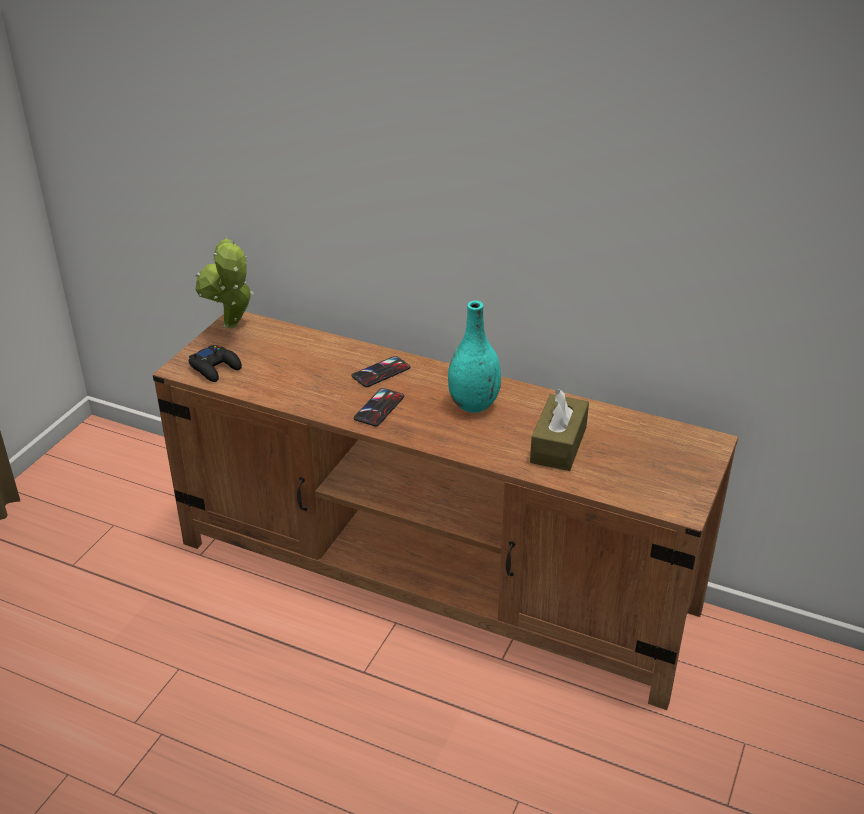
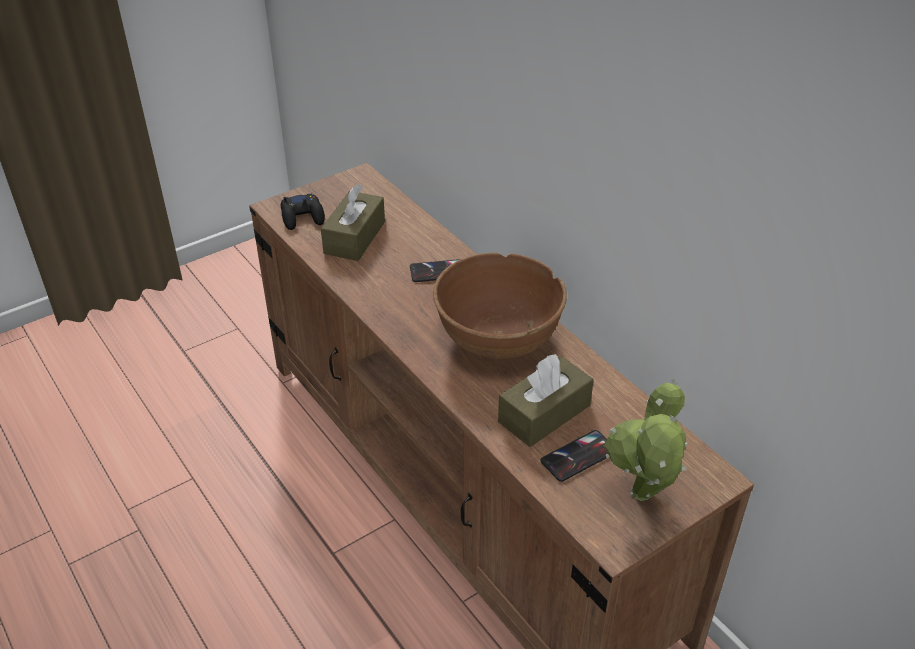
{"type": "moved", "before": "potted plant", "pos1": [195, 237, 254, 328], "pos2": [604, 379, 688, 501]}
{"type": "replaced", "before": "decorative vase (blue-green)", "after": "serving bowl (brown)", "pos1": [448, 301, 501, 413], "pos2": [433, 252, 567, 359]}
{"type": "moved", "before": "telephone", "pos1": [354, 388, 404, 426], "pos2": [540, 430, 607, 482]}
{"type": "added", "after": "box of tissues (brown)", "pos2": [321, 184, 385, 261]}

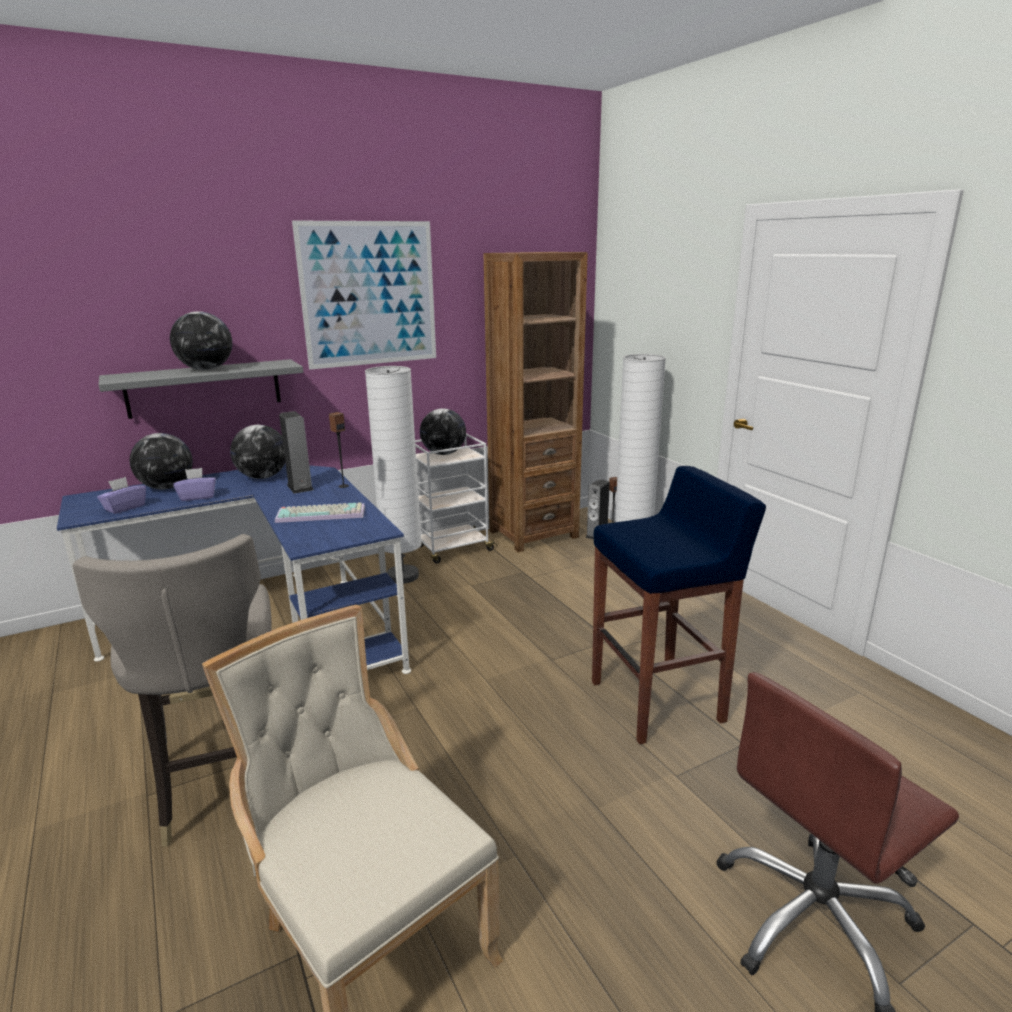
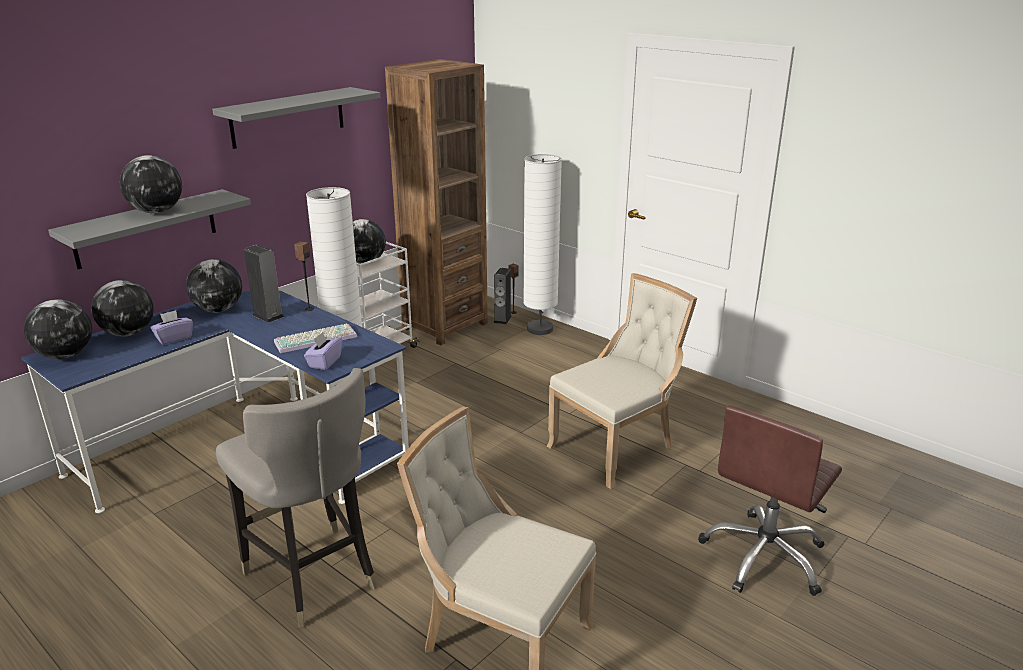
{"type": "replaced", "before": "wall art", "after": "wall shelf (grey)", "pos1": [292, 221, 436, 370], "pos2": [212, 87, 380, 149]}
{"type": "replaced", "before": "sitting stool (bluish)", "after": "upright chair (beige)", "pos1": [592, 466, 766, 744], "pos2": [547, 273, 697, 489]}
{"type": "moved", "before": "box of tissues (purple)", "pos1": [97, 477, 146, 514], "pos2": [304, 332, 342, 370]}
{"type": "added", "after": "desk globe", "pos2": [24, 299, 92, 359]}

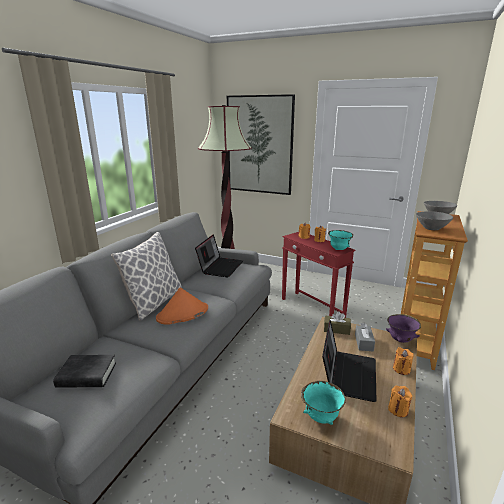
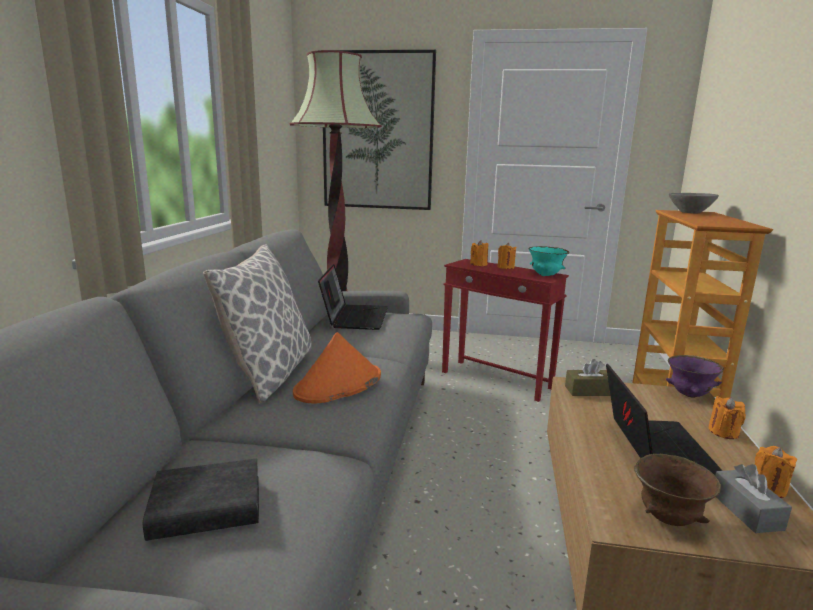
{"type": "removed", "before": "serving bowl (grey)", "pos1": [416, 211, 453, 230]}
{"type": "moved", "before": "box of tissues (grey)", "pos1": [355, 323, 375, 351], "pos2": [715, 464, 792, 533]}
{"type": "recoloured", "before": "serving bowl (blue-green)", "after": "serving bowl (brown)", "pos1": [301, 381, 346, 425], "pos2": [634, 454, 721, 526]}

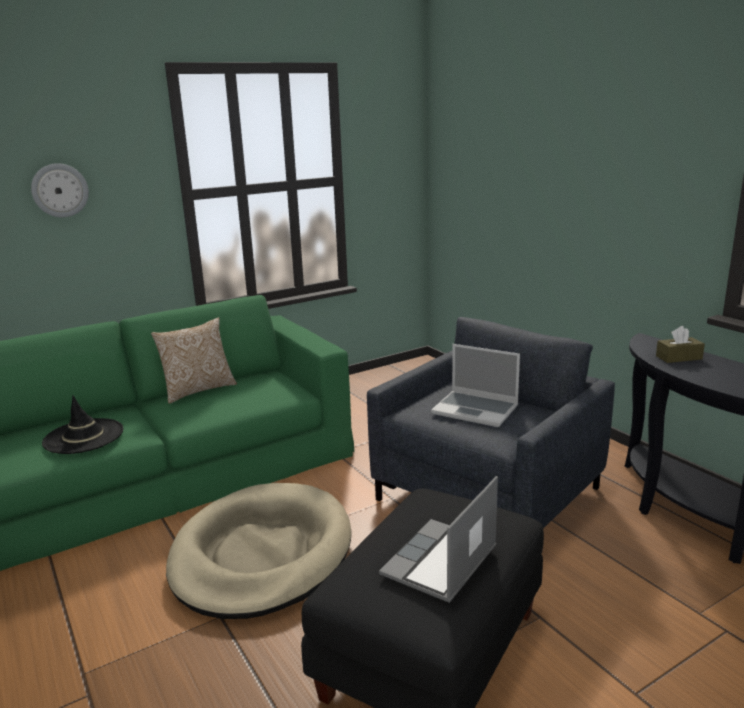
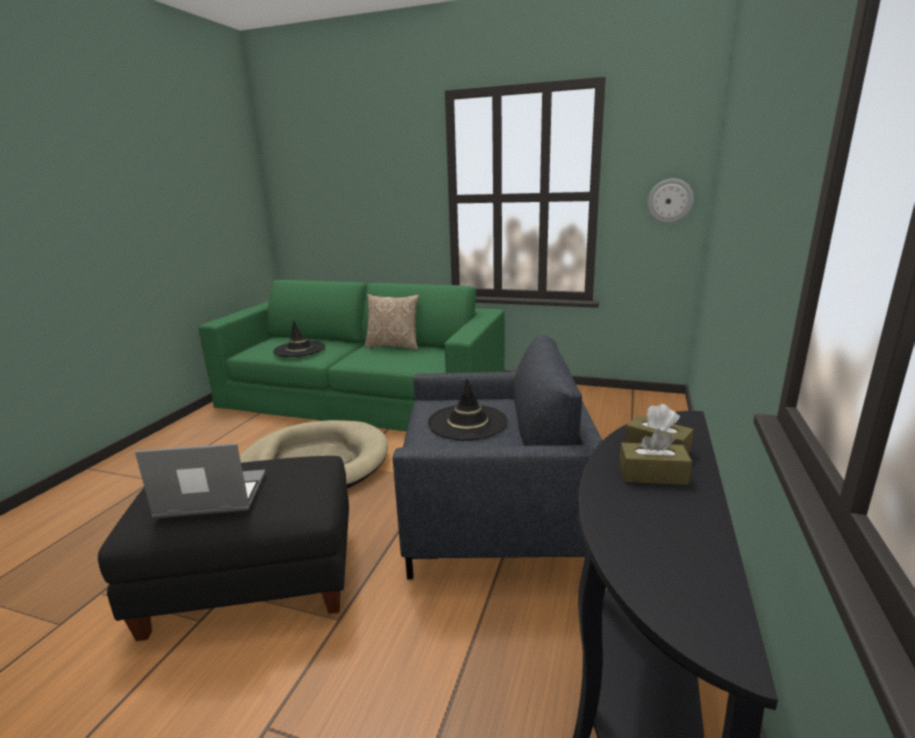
{"type": "moved", "before": "clock on the wall", "pos1": [31, 163, 89, 218], "pos2": [647, 178, 694, 224]}
{"type": "replaced", "before": "portable computer", "after": "hat (blackish)", "pos1": [431, 344, 520, 427], "pos2": [428, 379, 508, 441]}
{"type": "added", "after": "box of tissues (brown)", "pos2": [619, 429, 692, 485]}

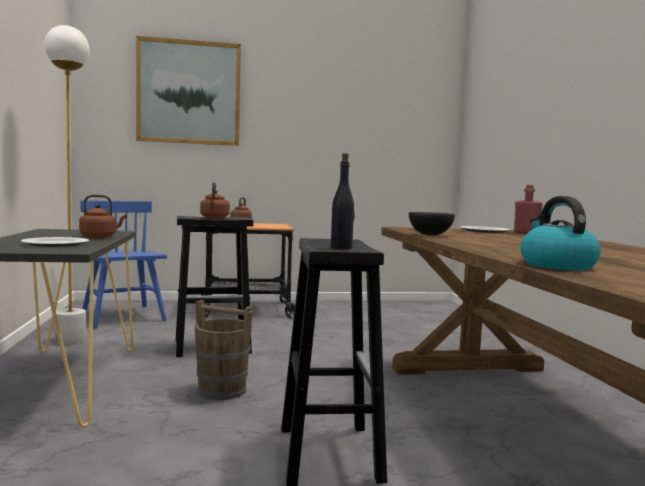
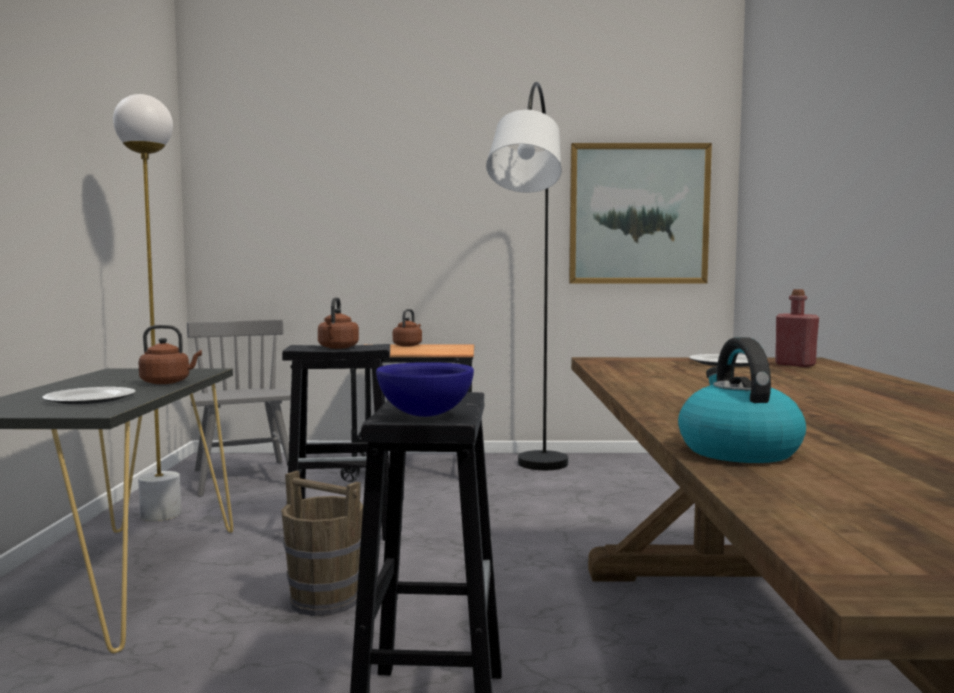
{"type": "moved", "before": "wall art", "pos1": [136, 36, 241, 146], "pos2": [569, 143, 712, 284]}
{"type": "replaced", "before": "beverage bottle (blackish)", "after": "serving bowl (bluish)", "pos1": [331, 153, 355, 249], "pos2": [376, 362, 474, 417]}
{"type": "recoloured", "before": "upright chair (bluish)", "after": "upright chair (grey)", "pos1": [80, 200, 167, 329], "pos2": [187, 320, 291, 497]}
{"type": "removed", "before": "serving bowl (blackish)", "pos1": [409, 212, 455, 236]}
{"type": "added", "after": "floor lamp (grey)", "pos2": [486, 82, 568, 470]}

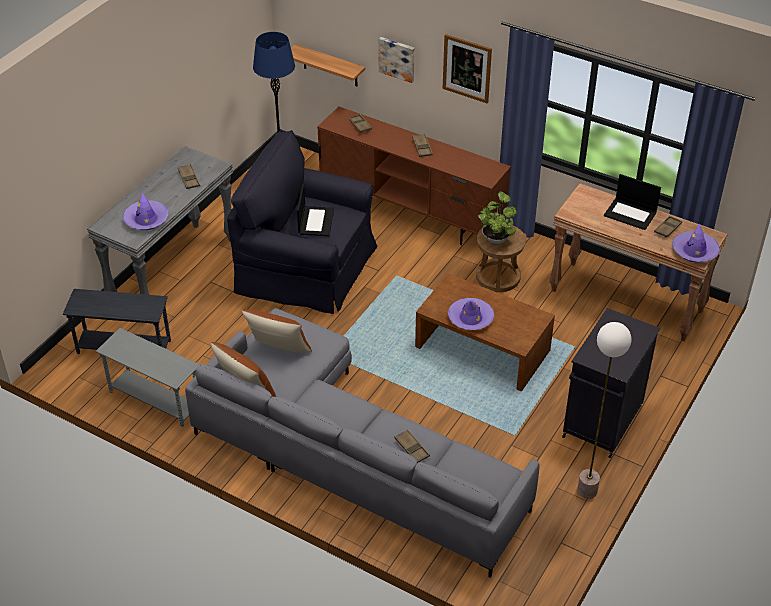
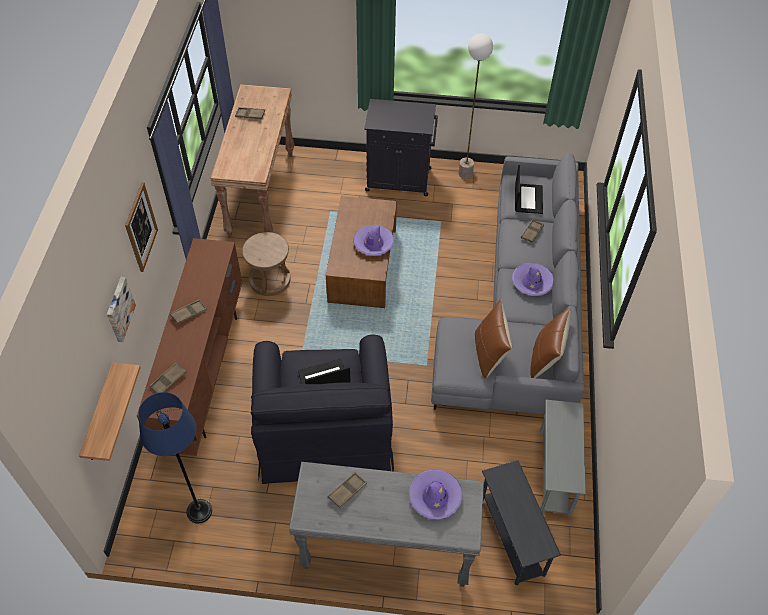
{"type": "moved", "before": "portable computer", "pos1": [604, 174, 661, 230], "pos2": [515, 165, 543, 214]}
{"type": "removed", "before": "potted plant", "pos1": [478, 191, 517, 244]}
{"type": "moved", "before": "hat (purple)", "pos1": [672, 223, 720, 263], "pos2": [512, 263, 553, 296]}

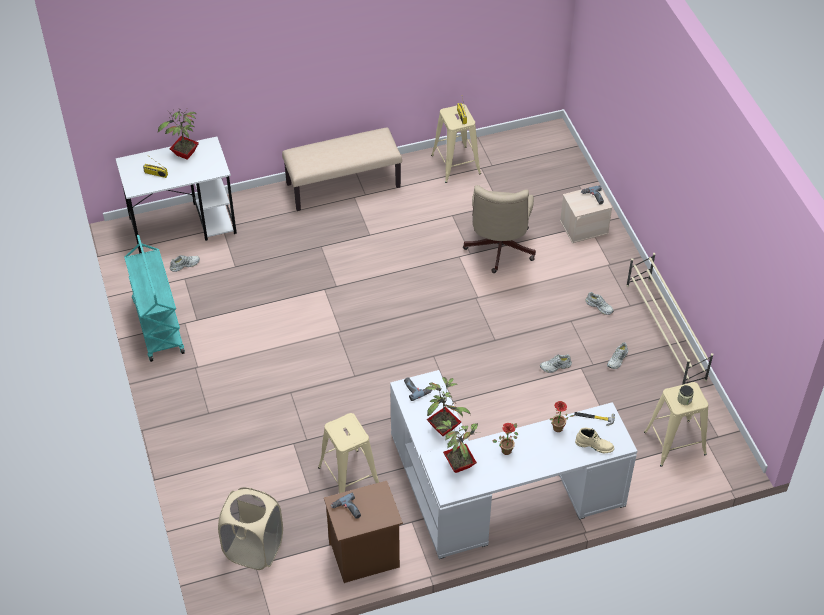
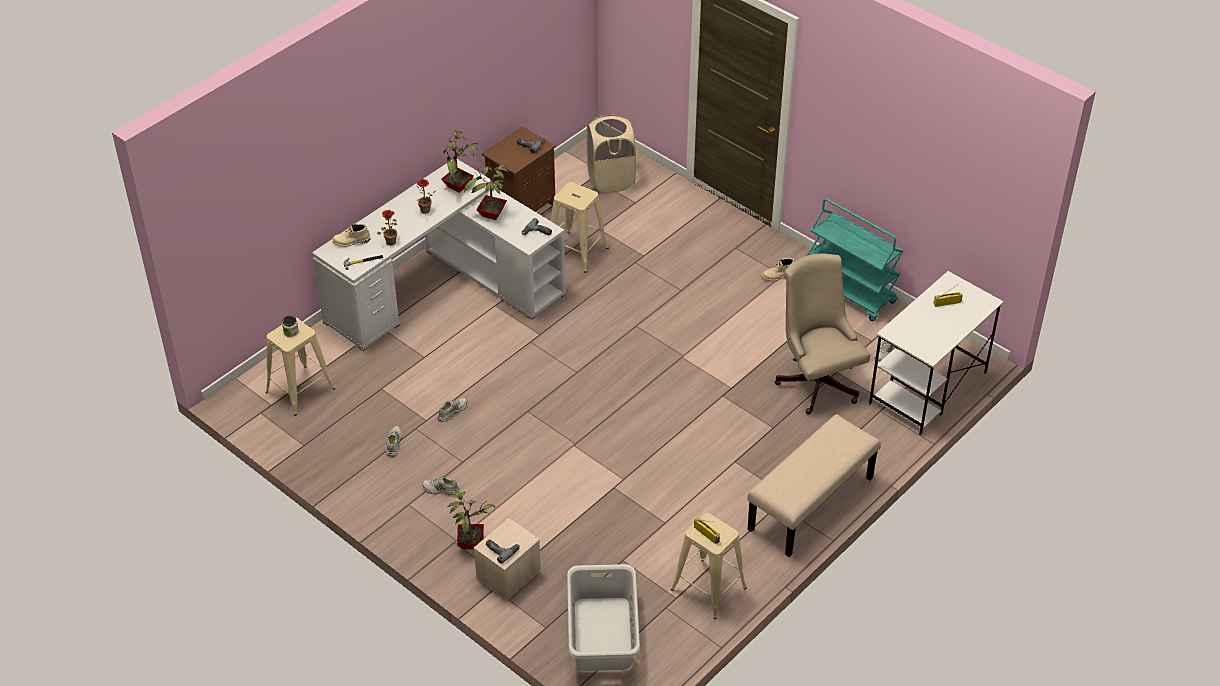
{"type": "moved", "before": "potted plant", "pos1": [158, 109, 199, 159], "pos2": [448, 490, 495, 549]}
{"type": "moved", "before": "computer chair (beige)", "pos1": [463, 185, 536, 273], "pos2": [775, 254, 871, 414]}
{"type": "removed", "before": "shoe rack (beige)", "pos1": [626, 253, 713, 385]}
{"type": "added", "after": "tall boot (beige)", "pos2": [761, 258, 794, 281]}
{"type": "added", "after": "washing basket (grey)", "pos2": [567, 564, 640, 671]}

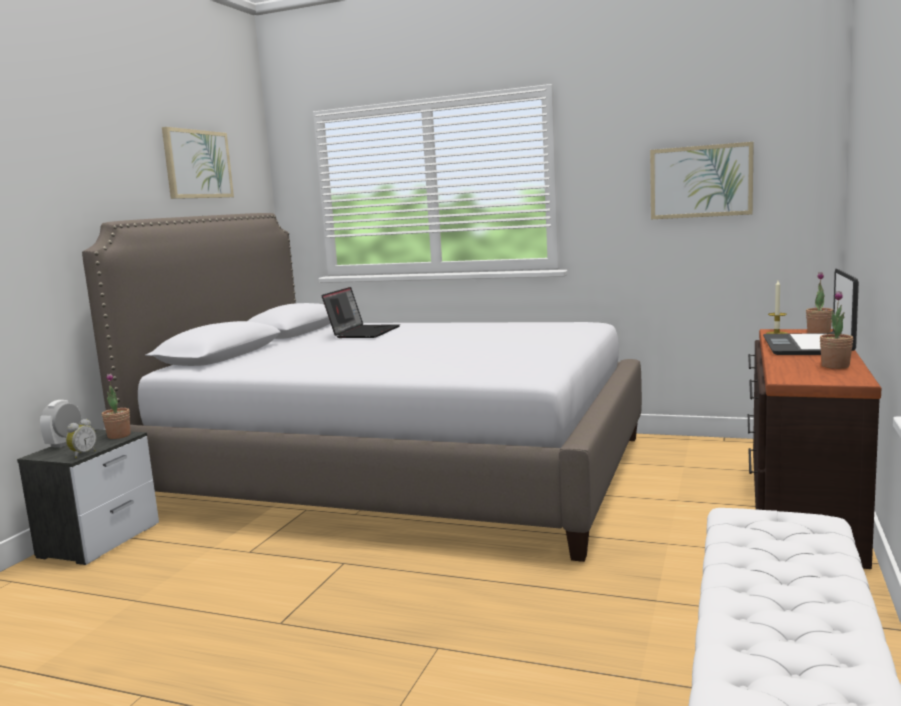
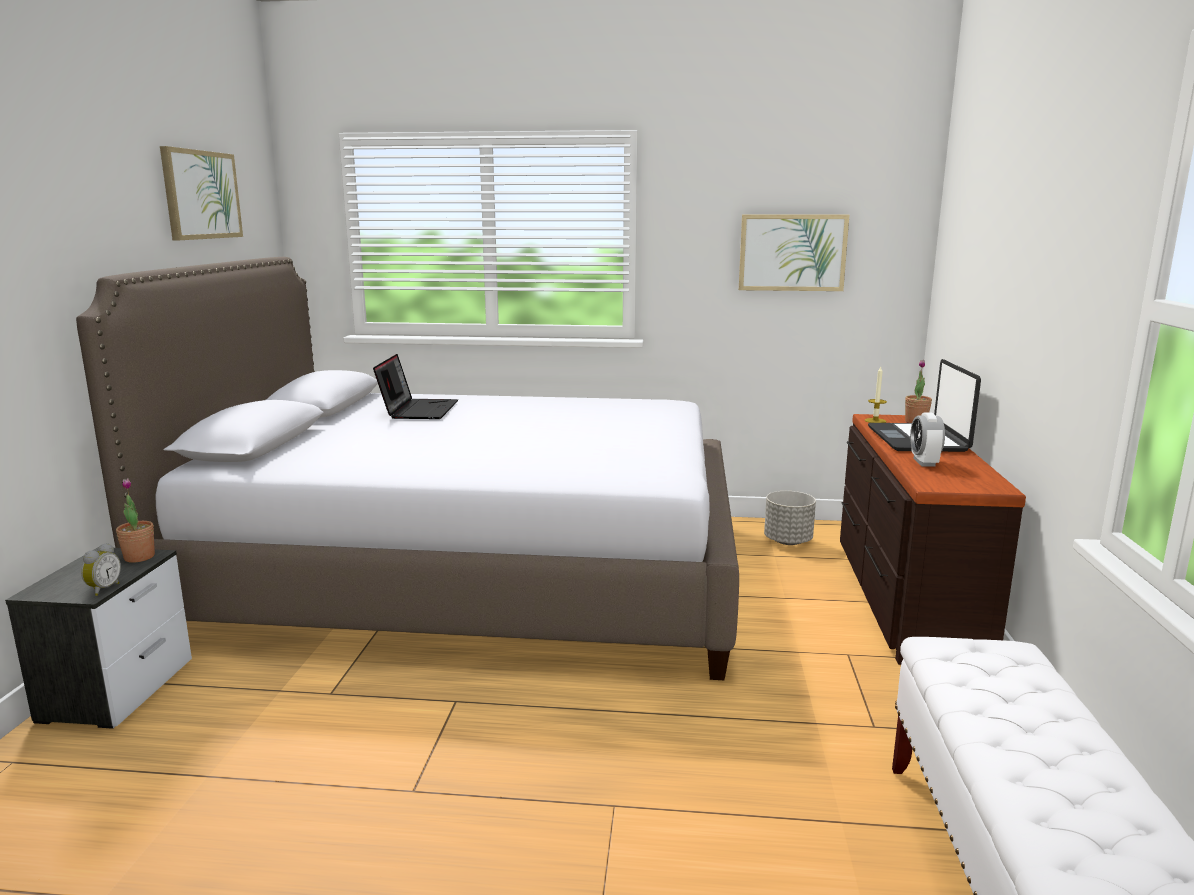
{"type": "removed", "before": "potted plant", "pos1": [820, 291, 853, 369]}
{"type": "moved", "before": "bedside clock", "pos1": [40, 400, 82, 448], "pos2": [910, 412, 945, 467]}
{"type": "added", "after": "plant pot (grey)", "pos2": [764, 491, 816, 545]}

